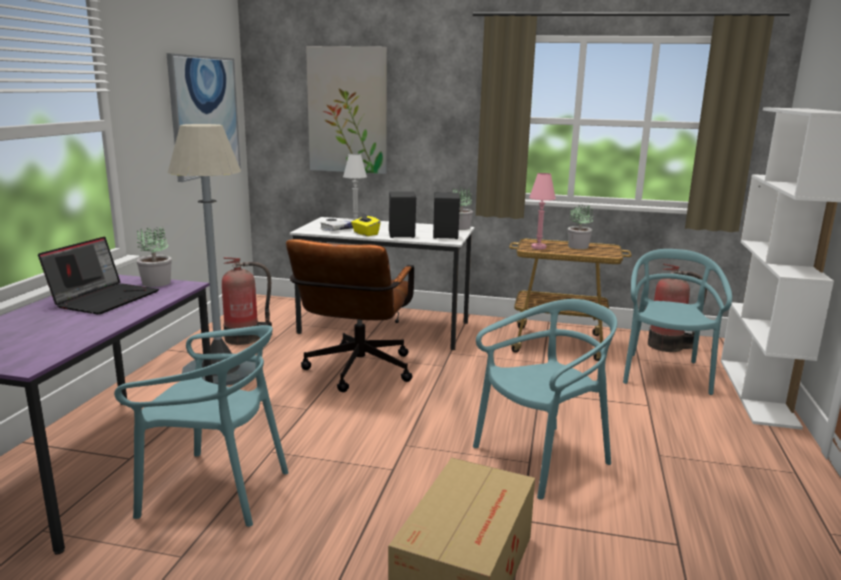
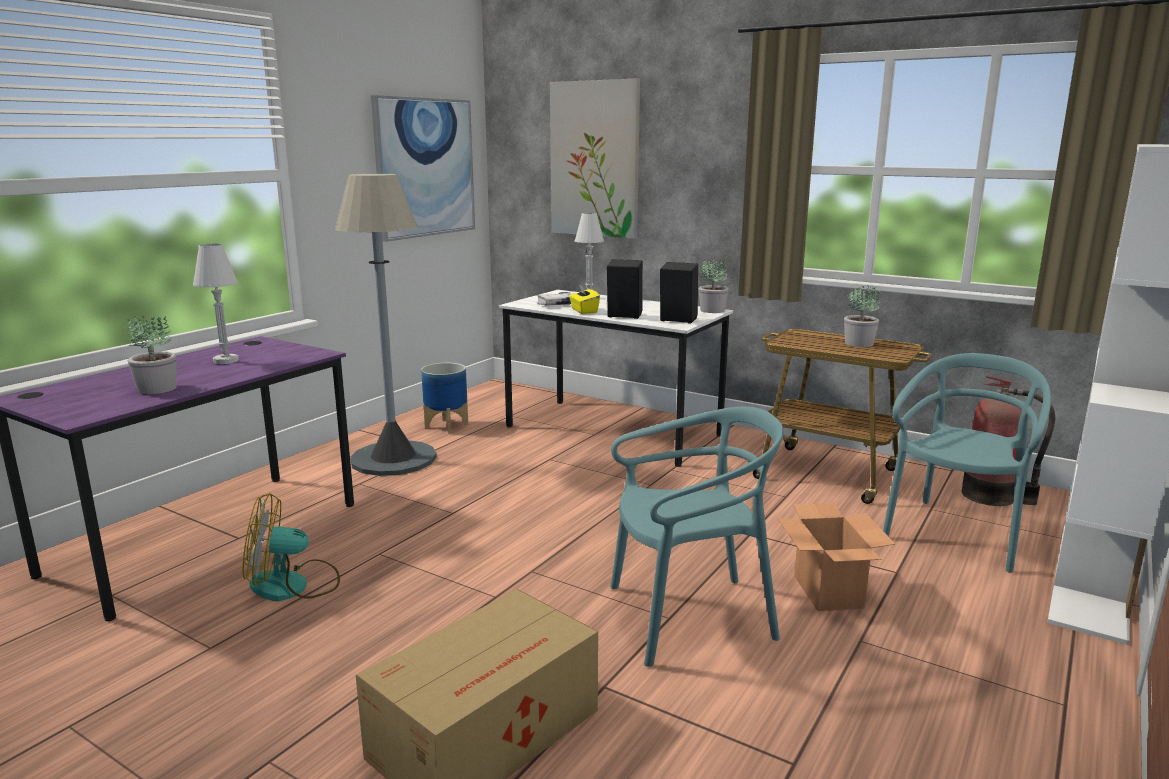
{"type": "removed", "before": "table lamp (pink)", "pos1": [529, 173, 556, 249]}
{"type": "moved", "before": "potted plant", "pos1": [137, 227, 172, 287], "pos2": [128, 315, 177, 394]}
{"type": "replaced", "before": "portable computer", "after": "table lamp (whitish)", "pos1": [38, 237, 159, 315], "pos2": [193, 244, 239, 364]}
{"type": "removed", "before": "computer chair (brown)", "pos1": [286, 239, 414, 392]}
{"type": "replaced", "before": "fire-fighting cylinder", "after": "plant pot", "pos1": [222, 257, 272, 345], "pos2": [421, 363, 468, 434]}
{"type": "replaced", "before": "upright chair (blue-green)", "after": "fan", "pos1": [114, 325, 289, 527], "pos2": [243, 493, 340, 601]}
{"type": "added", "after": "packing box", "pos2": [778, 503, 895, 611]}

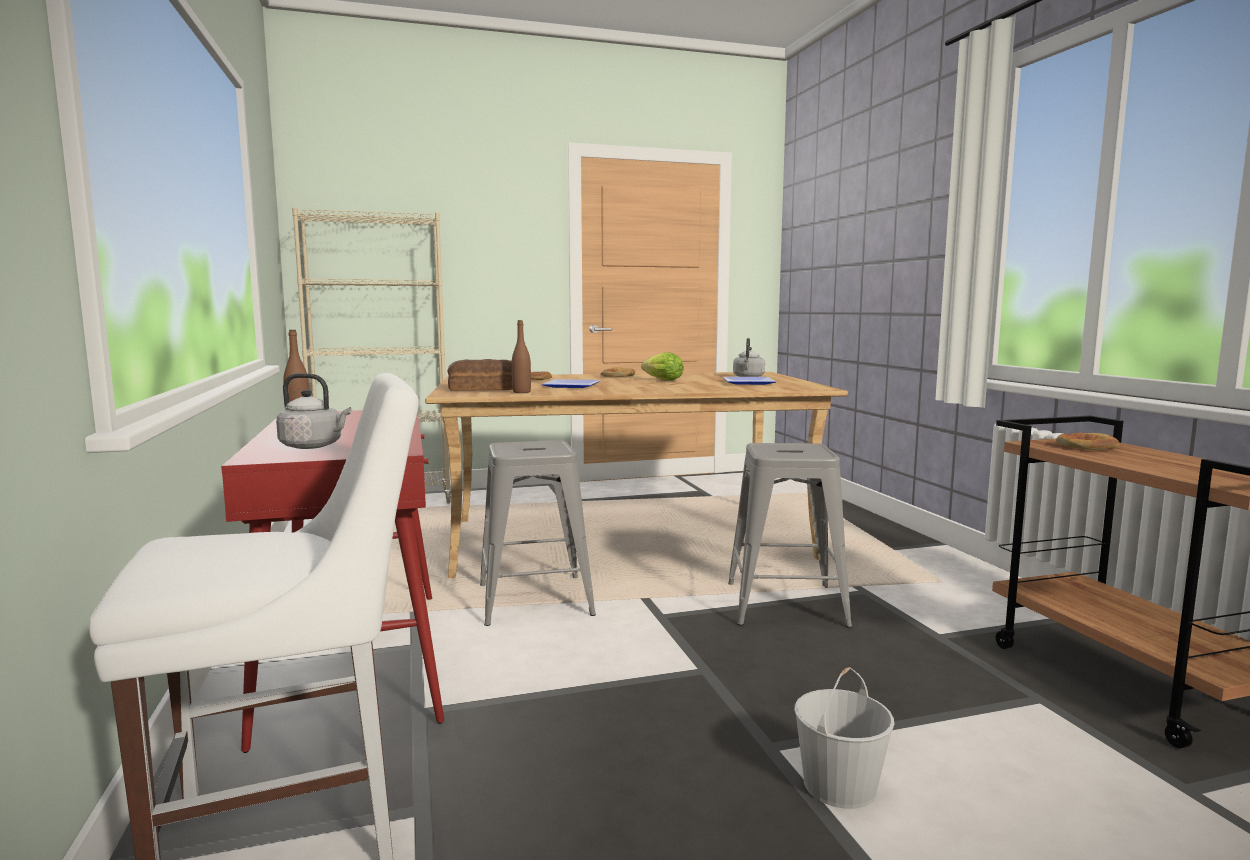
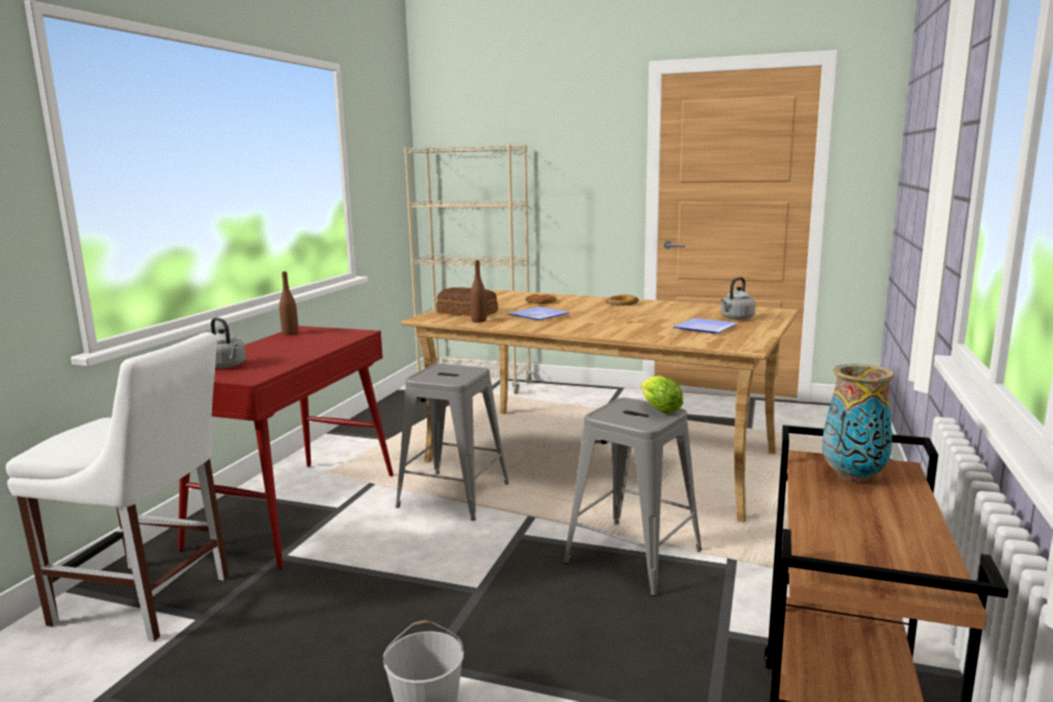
{"type": "moved", "before": "lettuce head", "pos1": [641, 352, 684, 381], "pos2": [641, 376, 683, 414]}
{"type": "replaced", "before": "bakery bread", "after": "decorative vase", "pos1": [1056, 433, 1120, 450], "pos2": [822, 364, 894, 482]}

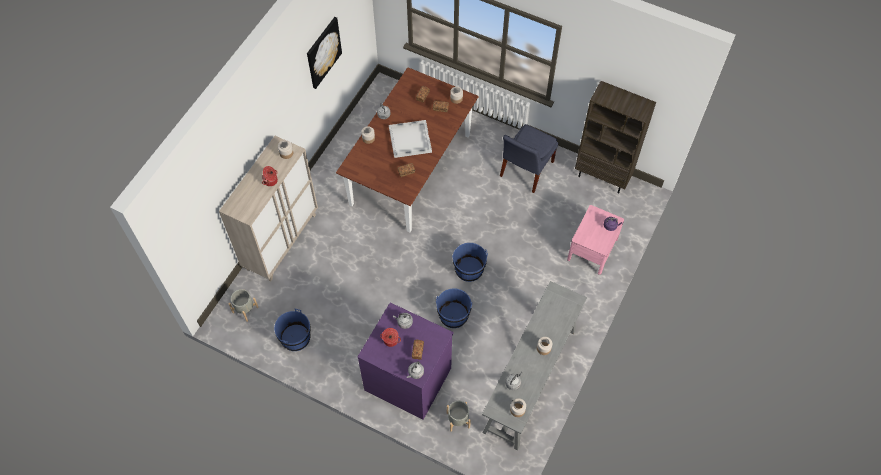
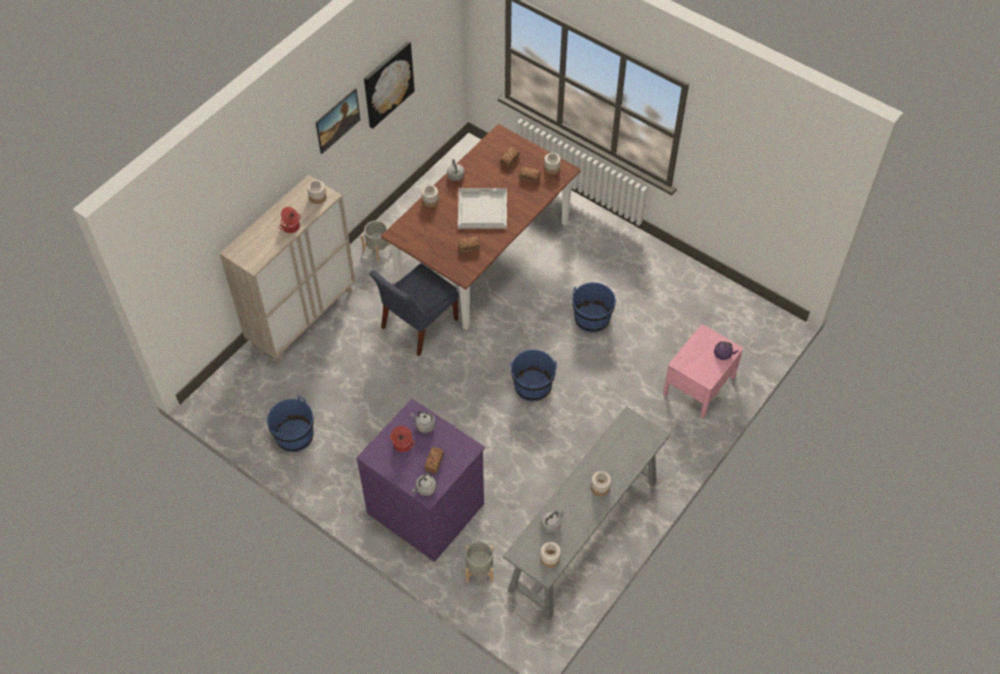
{"type": "removed", "before": "shelving unit (brown)", "pos1": [575, 81, 656, 194]}
{"type": "moved", "before": "upright chair (bluish)", "pos1": [500, 124, 558, 193], "pos2": [369, 263, 459, 356]}
{"type": "moved", "before": "pail (bluish)", "pos1": [436, 288, 472, 328], "pos2": [572, 282, 617, 333]}
{"type": "moved", "before": "plant pot (grey)", "pos1": [229, 289, 259, 322], "pos2": [361, 221, 390, 262]}
{"type": "added", "after": "wall art", "pos2": [315, 88, 360, 154]}

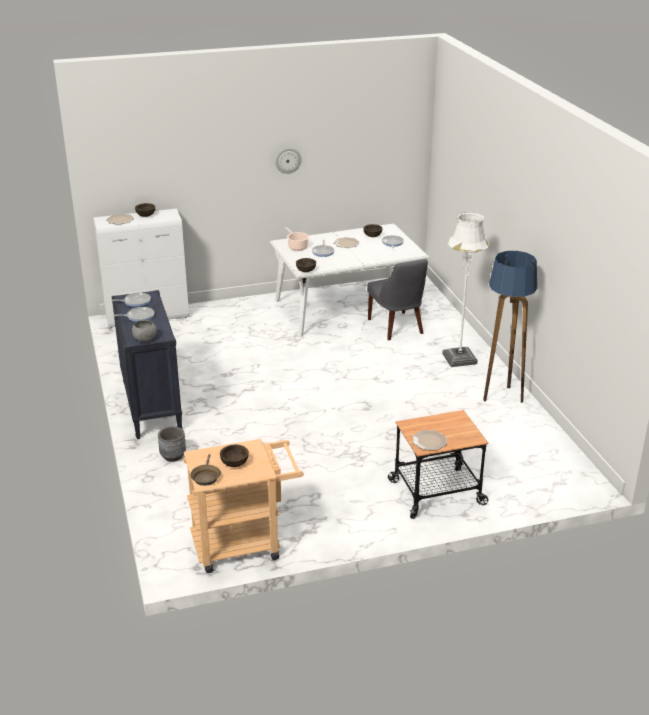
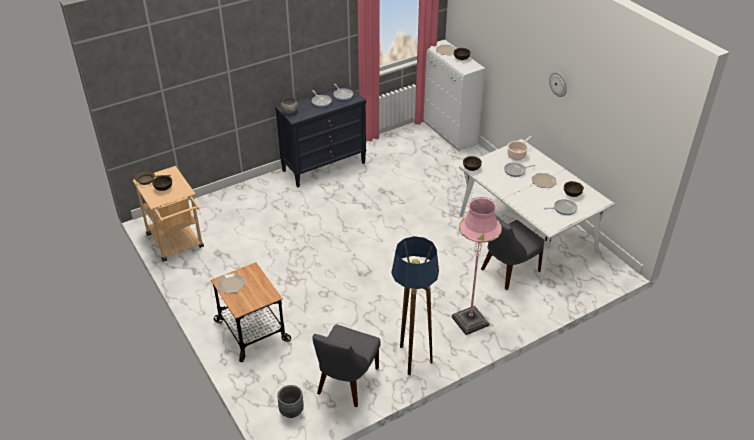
{"type": "recoloured", "before": "floor lamp (whitish)", "after": "floor lamp (pink)", "pos1": [442, 212, 490, 367], "pos2": [452, 197, 502, 335]}
{"type": "moved", "before": "plant pot (grey)", "pos1": [158, 426, 186, 462], "pos2": [277, 385, 304, 418]}
{"type": "added", "after": "upright chair (grey)", "pos2": [313, 325, 381, 407]}

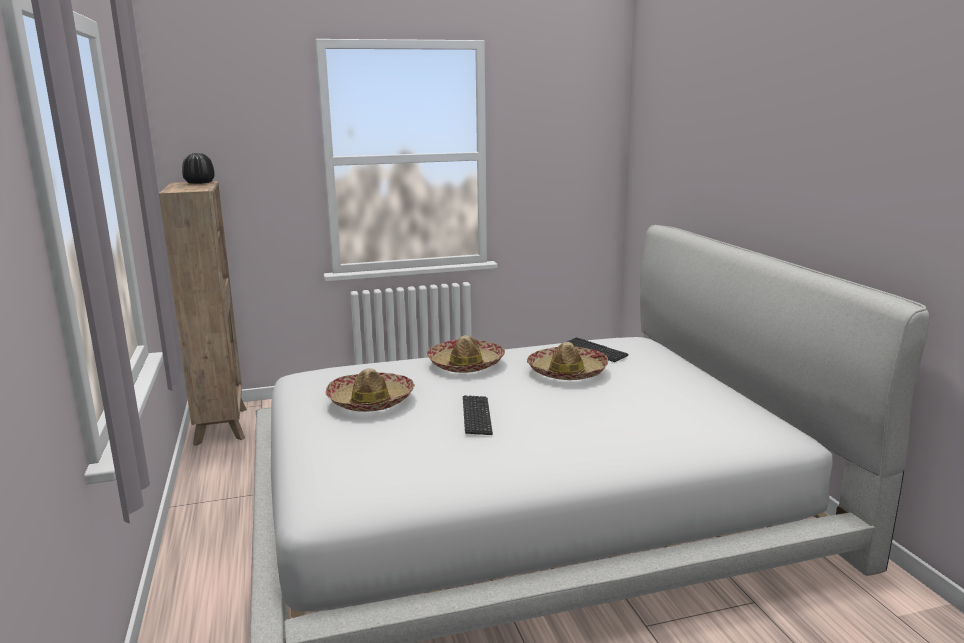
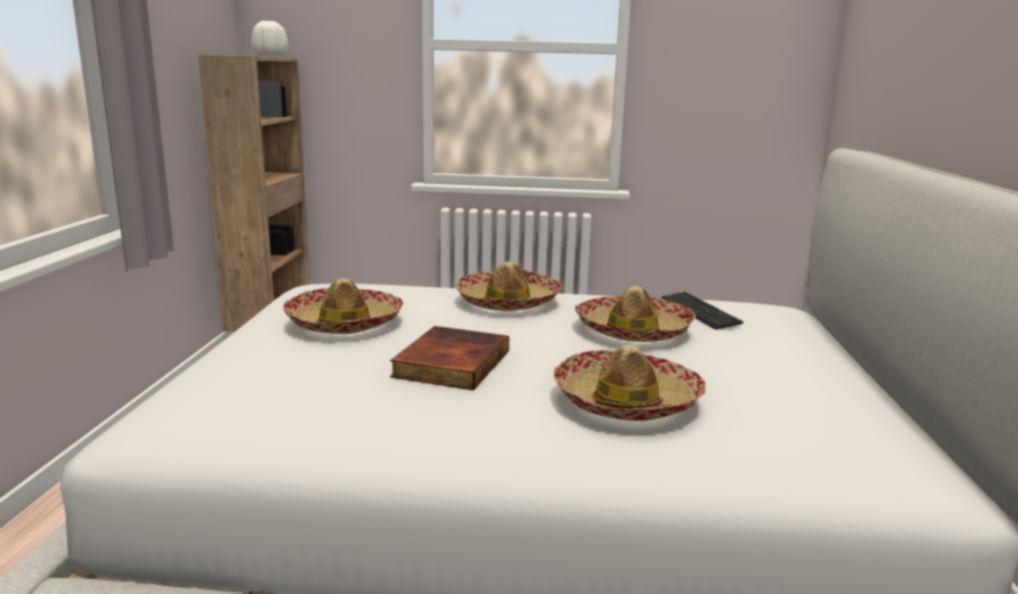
{"type": "recoloured", "before": "decorative vase (blackish)", "after": "decorative vase (whitish)", "pos1": [182, 153, 215, 184], "pos2": [251, 21, 288, 57]}
{"type": "replaced", "before": "keyboard", "after": "volume", "pos1": [463, 395, 493, 435], "pos2": [390, 326, 509, 390]}
{"type": "added", "after": "hat", "pos2": [554, 345, 706, 421]}

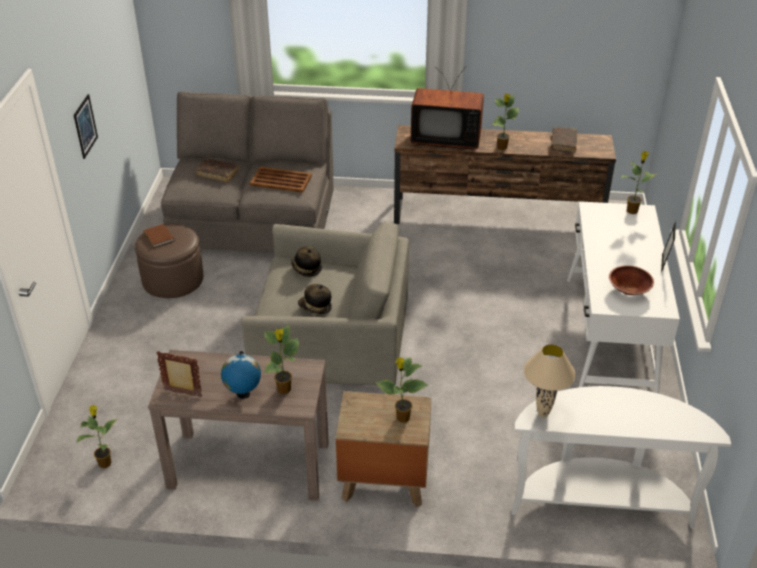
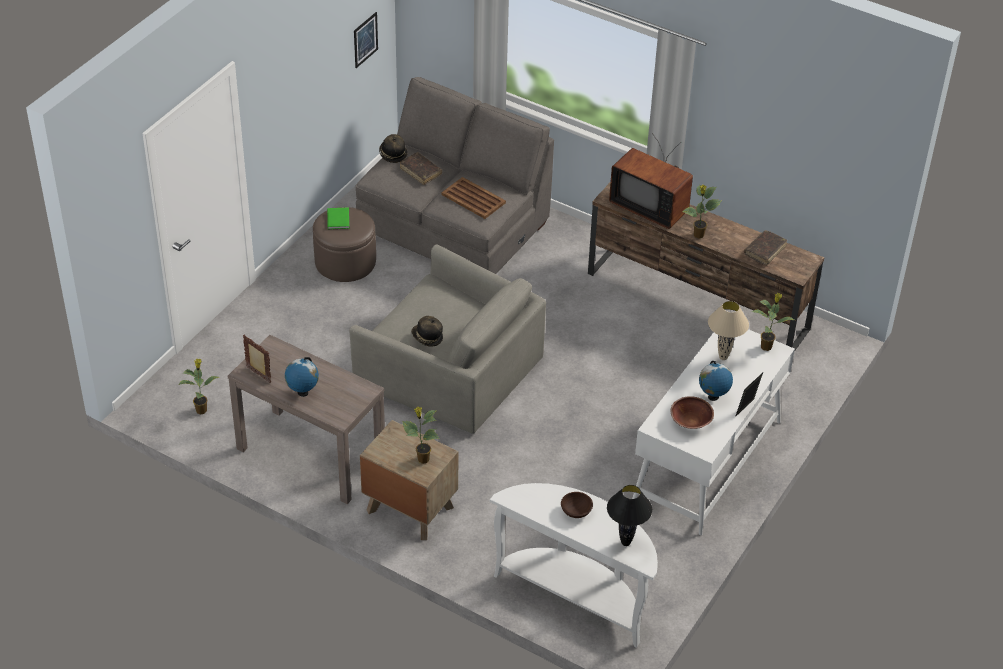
{"type": "moved", "before": "wall art", "pos1": [74, 94, 98, 159], "pos2": [354, 12, 378, 68]}
{"type": "recoloured", "before": "volume (brown)", "after": "volume (green)", "pos1": [143, 224, 175, 248], "pos2": [327, 207, 349, 230]}
{"type": "moved", "before": "hat", "pos1": [291, 246, 322, 277], "pos2": [379, 134, 407, 163]}
{"type": "removed", "before": "potted plant", "pos1": [264, 324, 299, 394]}
{"type": "moved", "before": "table lamp (beige)", "pos1": [524, 344, 576, 417], "pos2": [708, 301, 749, 360]}
{"type": "added", "after": "desk globe", "pos2": [699, 361, 733, 401]}
{"type": "added", "after": "table lamp (blackish)", "pos2": [607, 485, 652, 546]}
{"type": "added", "after": "serving bowl (brown)", "pos2": [561, 492, 593, 518]}

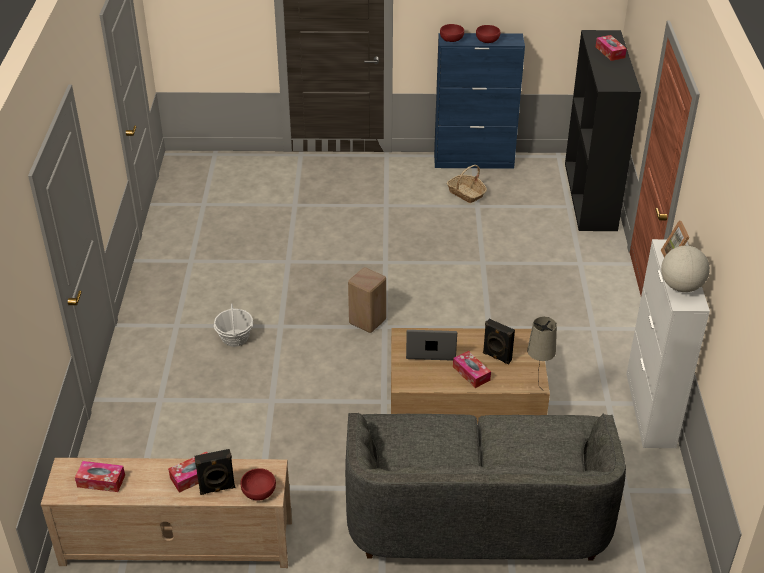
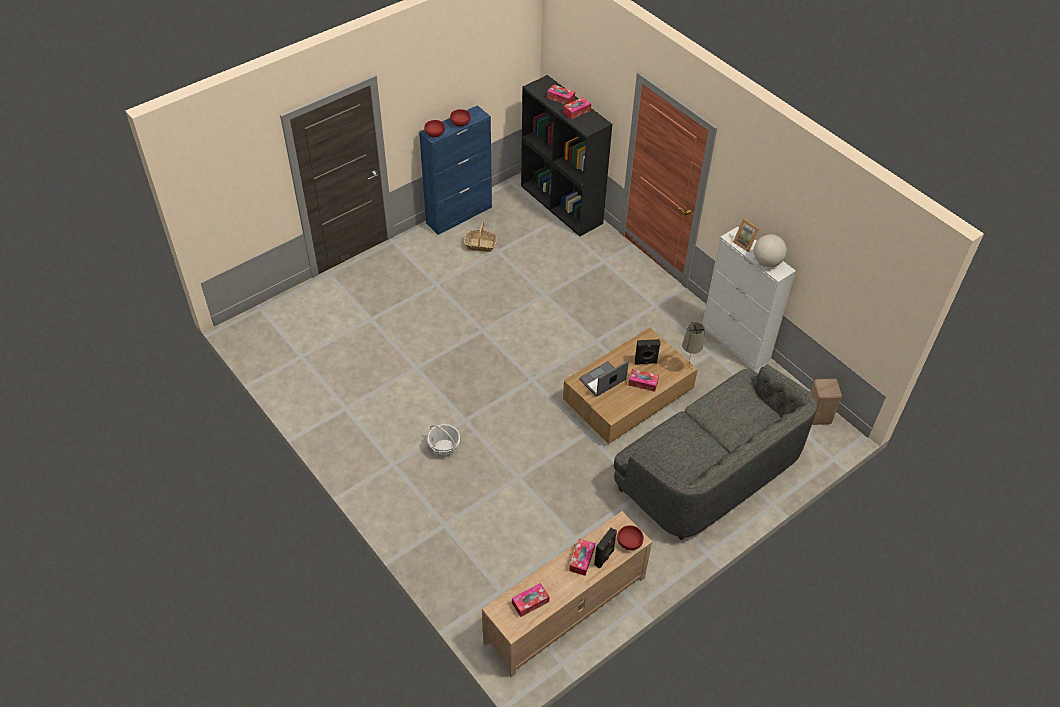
{"type": "moved", "before": "sitting stool (beige)", "pos1": [348, 267, 386, 333], "pos2": [810, 379, 842, 425]}
{"type": "added", "after": "box of tissues", "pos2": [563, 97, 591, 119]}

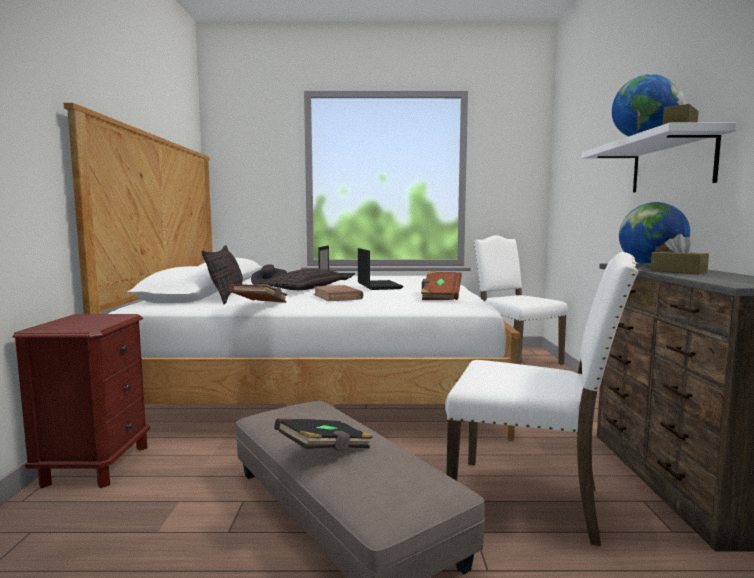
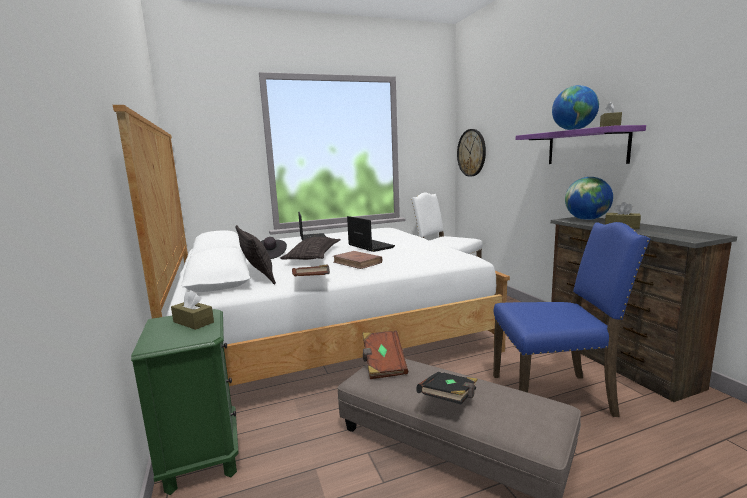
{"type": "recoloured", "before": "wall shelf (whitish)", "after": "wall shelf (purple)", "pos1": [582, 123, 737, 192], "pos2": [516, 125, 646, 164]}
{"type": "recoloured", "before": "upright chair (whitish)", "after": "upright chair (bluish)", "pos1": [445, 252, 639, 546], "pos2": [493, 222, 650, 417]}
{"type": "moved", "before": "volume (brown)", "pos1": [421, 271, 462, 300], "pos2": [363, 331, 408, 379]}
{"type": "recoloured", "before": "bedside table (brown)", "after": "bedside table (green)", "pos1": [13, 314, 150, 488], "pos2": [131, 309, 239, 495]}
{"type": "added", "after": "clock on the wall", "pos2": [457, 129, 486, 177]}
{"type": "added", "after": "box of tissues (brown)", "pos2": [171, 290, 214, 330]}

